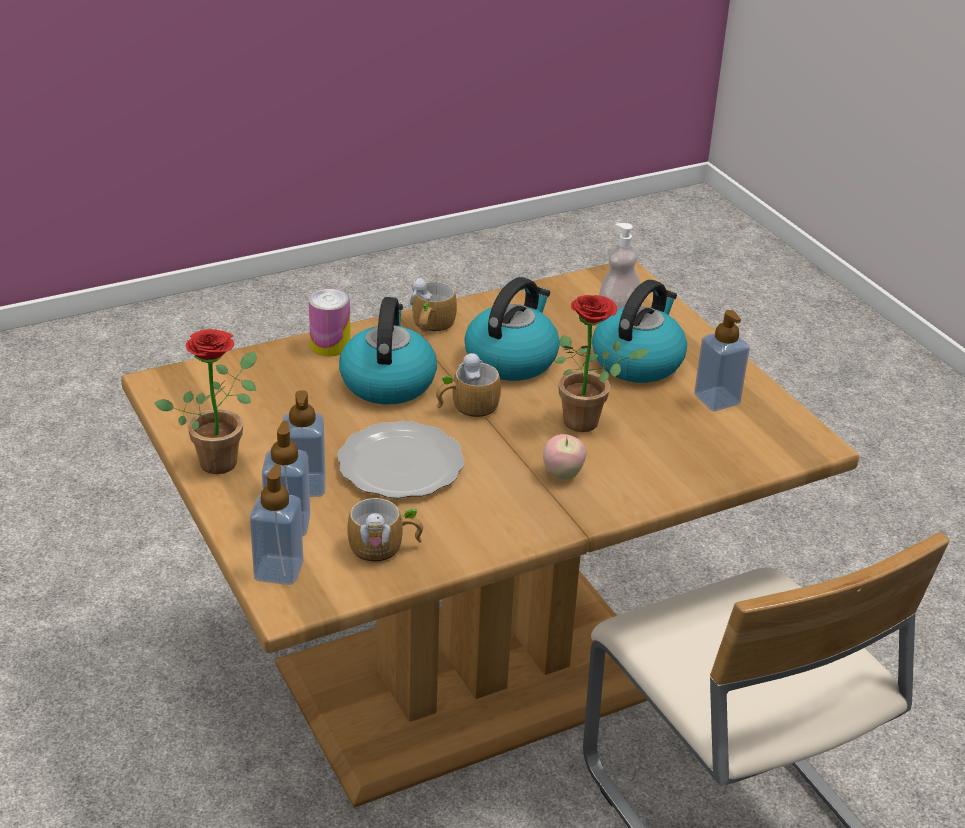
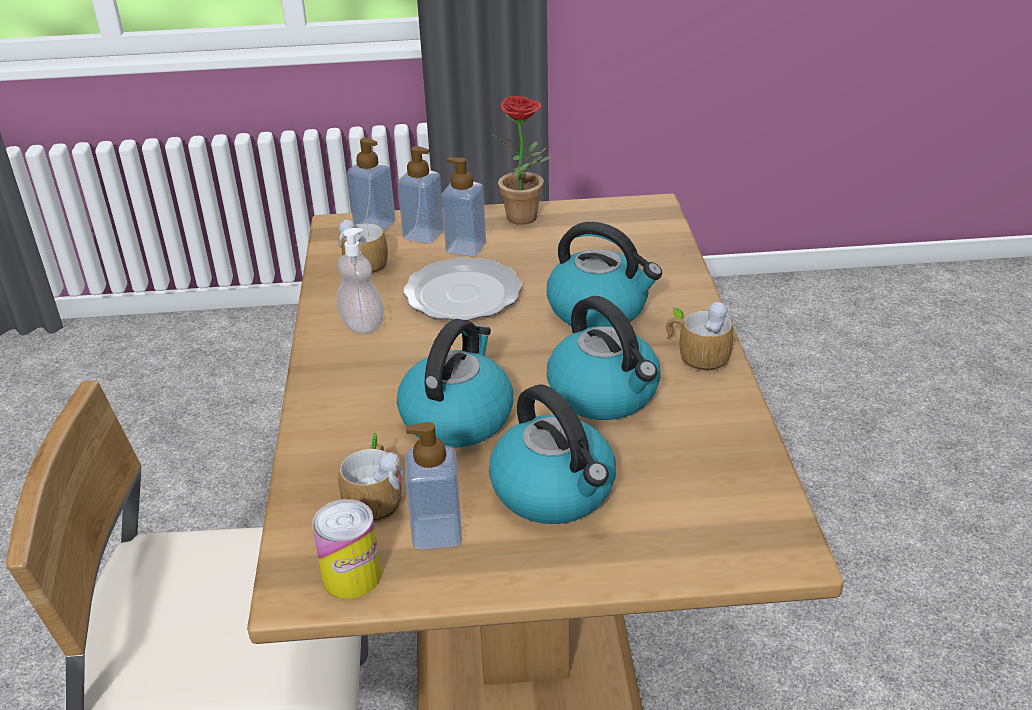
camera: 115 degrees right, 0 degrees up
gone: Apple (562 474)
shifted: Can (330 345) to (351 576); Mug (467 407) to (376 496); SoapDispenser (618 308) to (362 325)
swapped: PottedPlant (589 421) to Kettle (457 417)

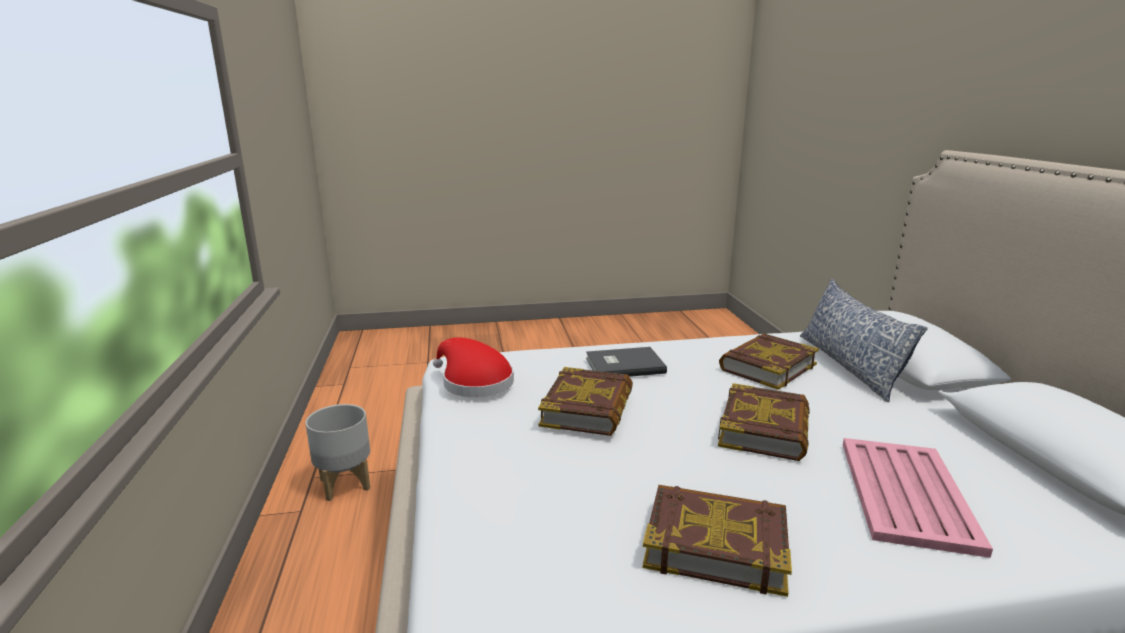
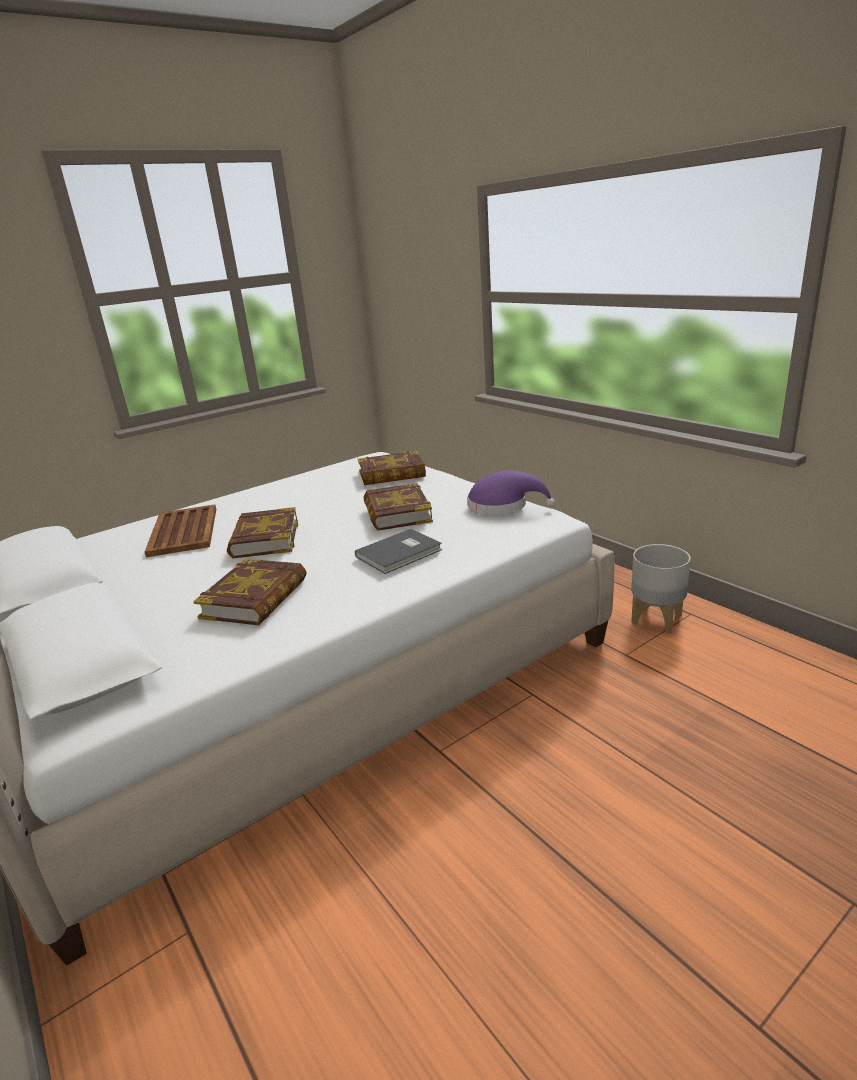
camera: 155 degrees right, 5 degrees up
gone: Pillow (849 365)
shifted: Book (715 545) to (392 474)
repainted: RedHat (473 382) to PurpleHat (502 505); PinkTray (906 494) to BrownTray (184 531)

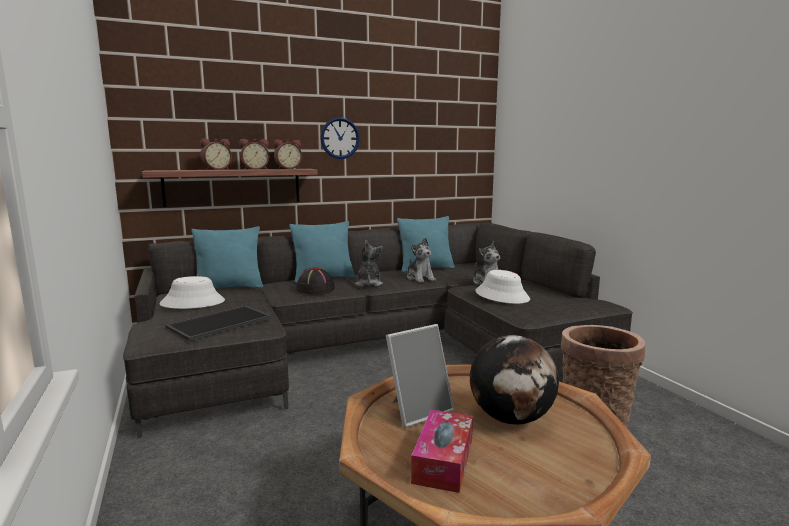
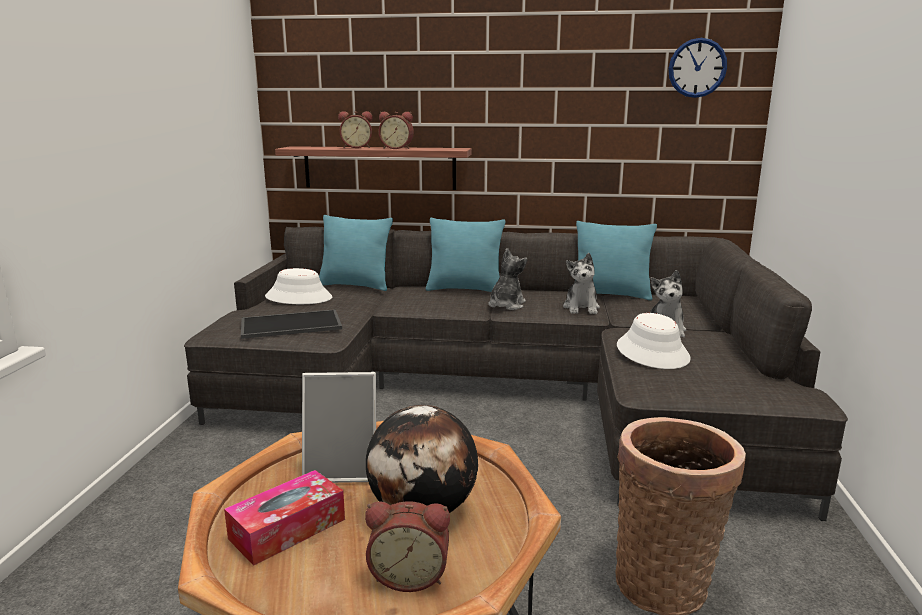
camera: 30 degrees right, 5 degrees up
gone: BlackHat (315 289)
shifted: AlarmClock (288 168) to (410 575); WallClock (340 138) to (697 68)

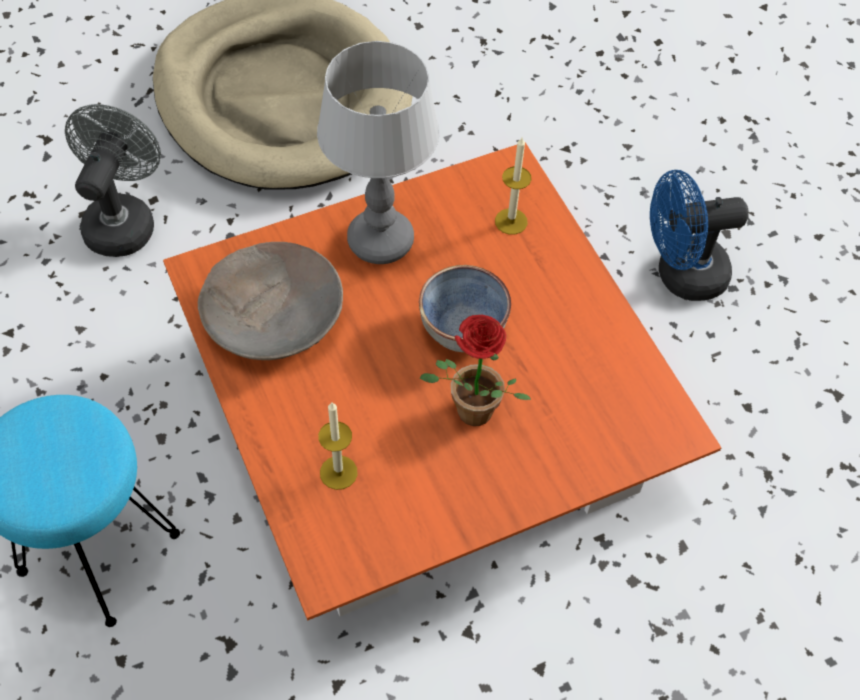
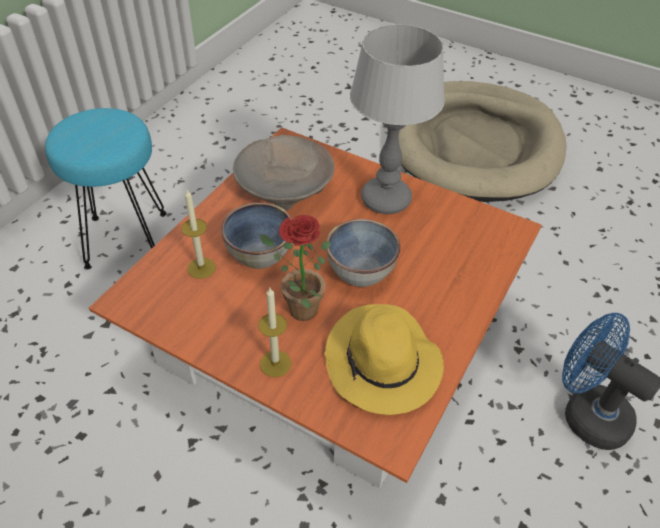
camera: 55 degrees right, 10 degrees down
gone: GreyFan (123 220)
new: Bowl (260 253); YellowHat (383 364)
shifted: Candle (511 221) to (275 363)

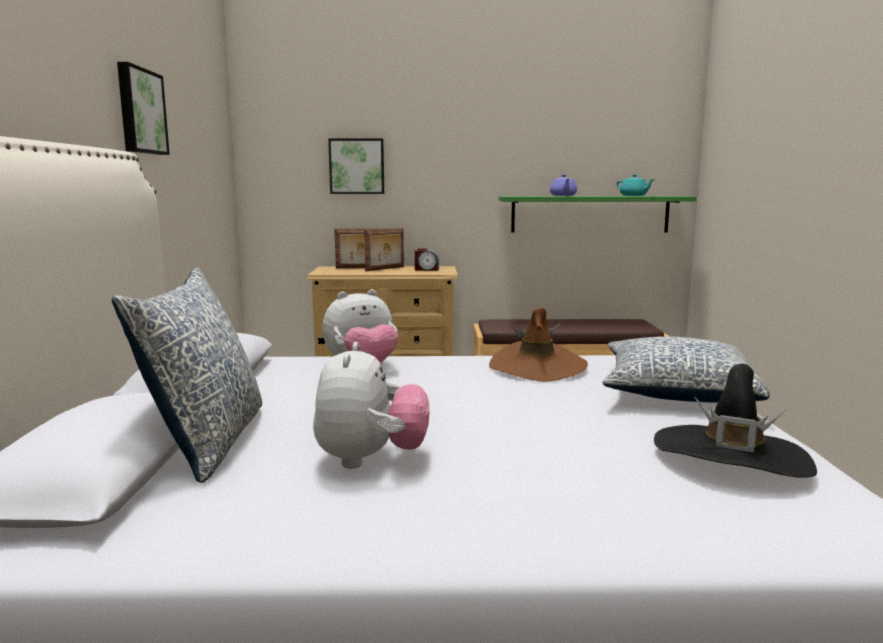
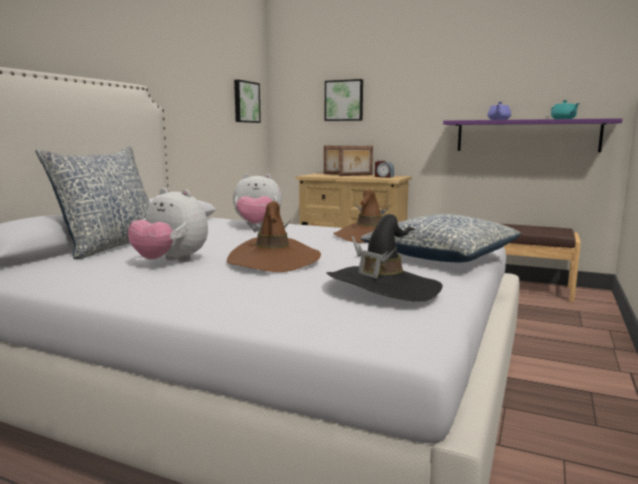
camera: 25 degrees right, 0 degrees up
new: BrownHat (274 260)
shifted: Picture (140 111) to (245 102)
repainted: GreenShelf (590 214) to PurpleShelf (526 135)
rotated: PlushToy (370 459) = (171 262) 90 degrees clockwise

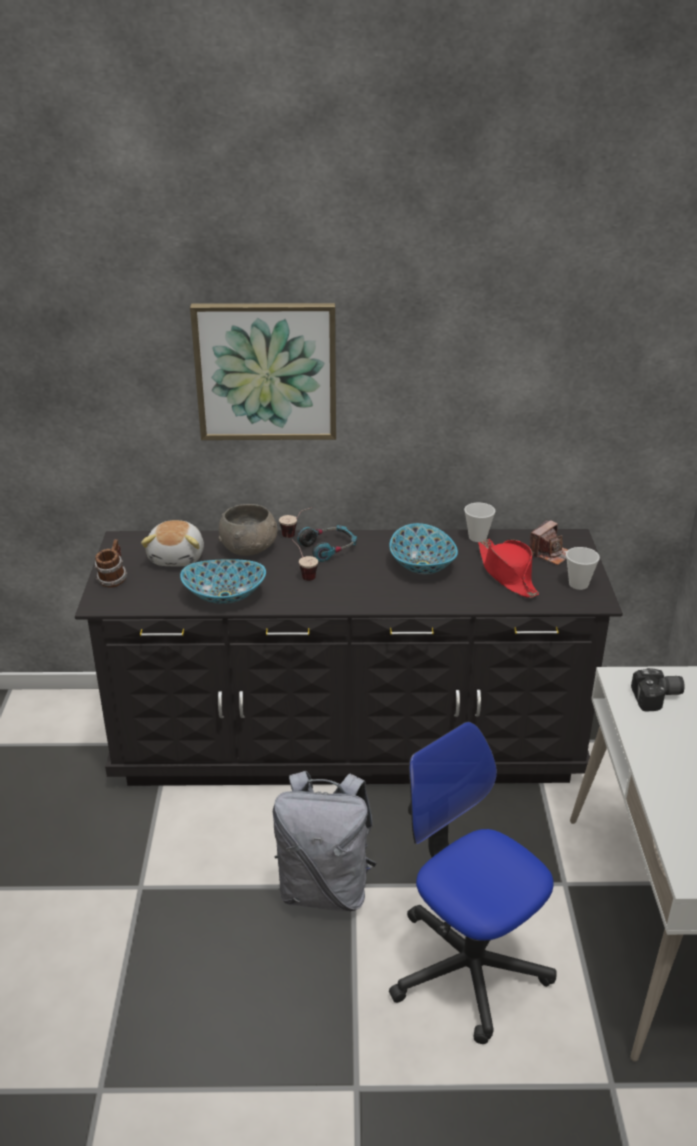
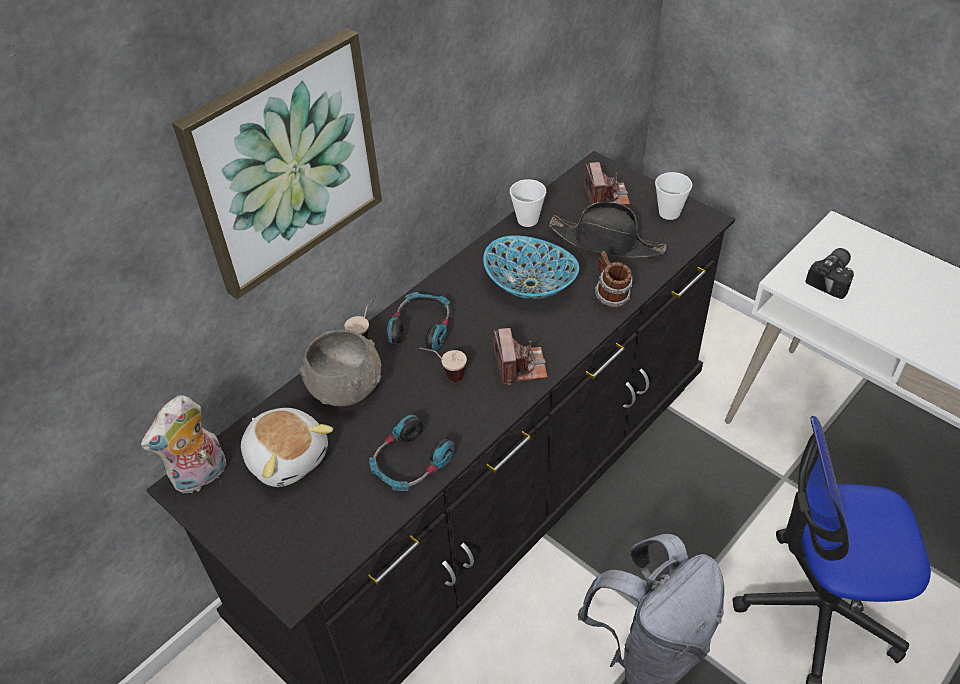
camera: 45 degrees left, 15 degrees up
new: PlushToy (200 477); PhotoCamera (520 366)
shifted: Mug (113 579) to (610 296)
swapped: Bowl (224 595) to Headphones (410 463)
repainted: RedHat (507 574) to BlackHat (607 242)

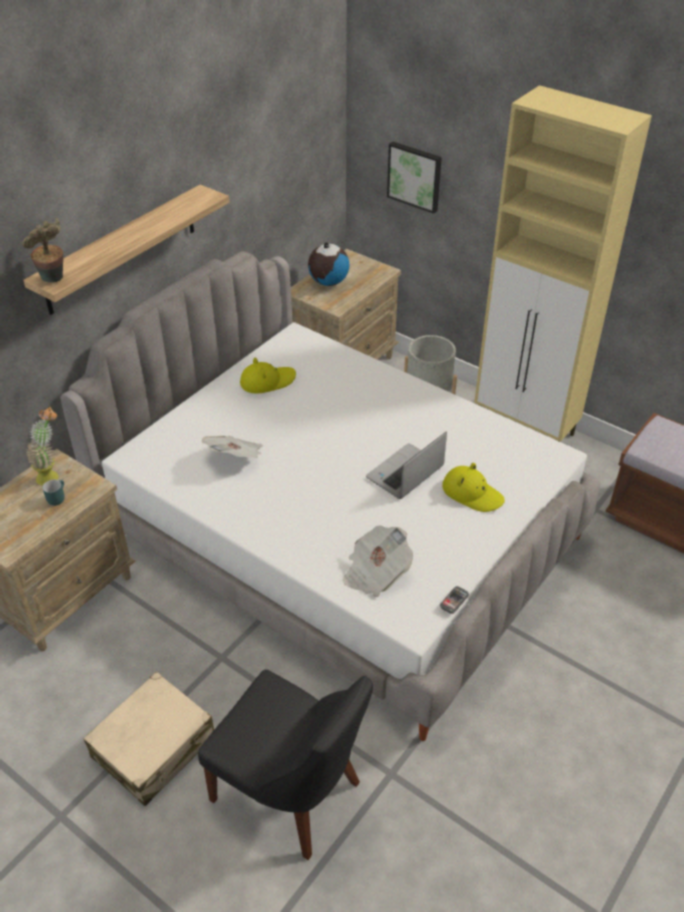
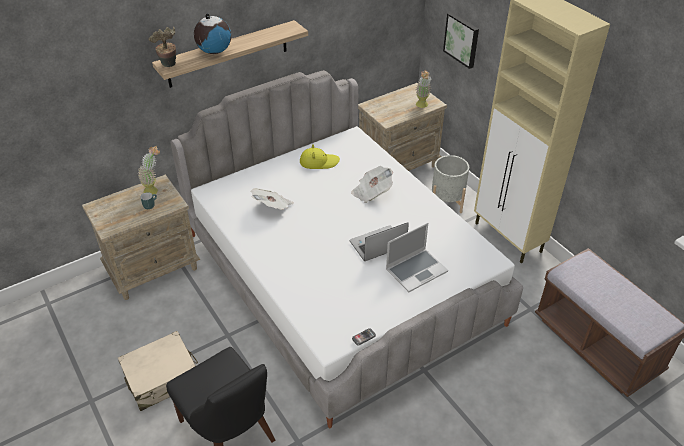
camera: 20 degrees right, 0 degrees up
new: PottedPlant (422 106)
shifted: Globe (328 282) to (214 51); Newspaper (375 573) to (371 192)
swapped: YellowHat (472 493) to Laptop (416 270)

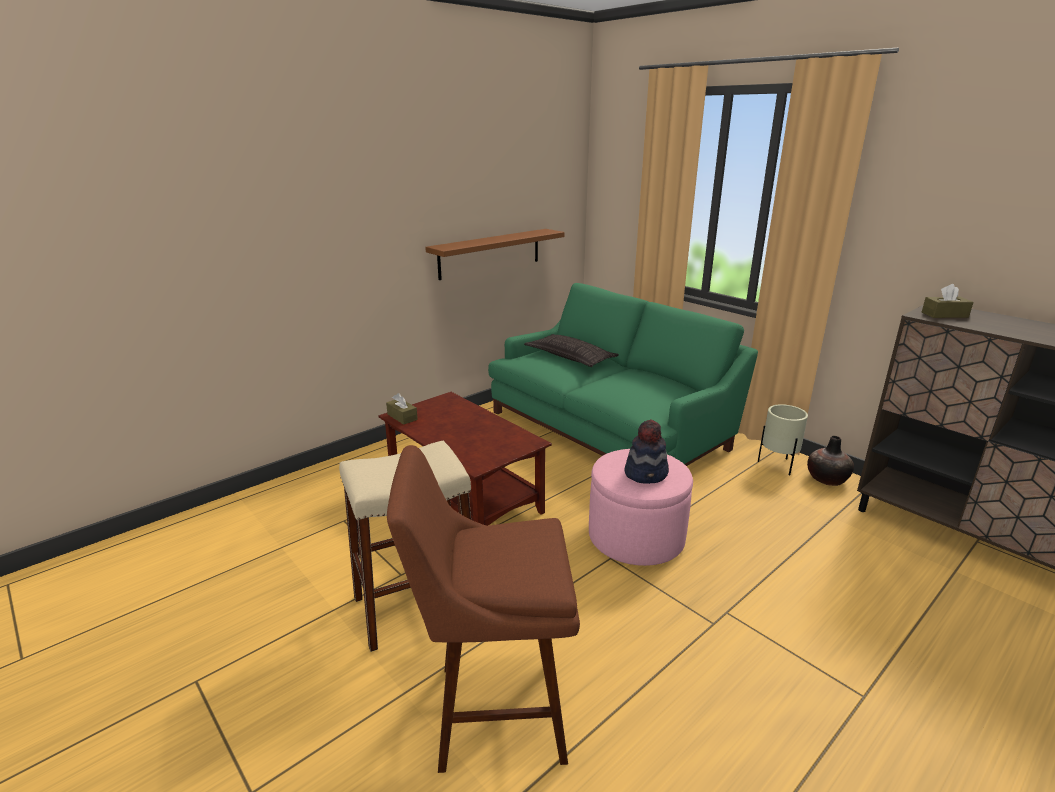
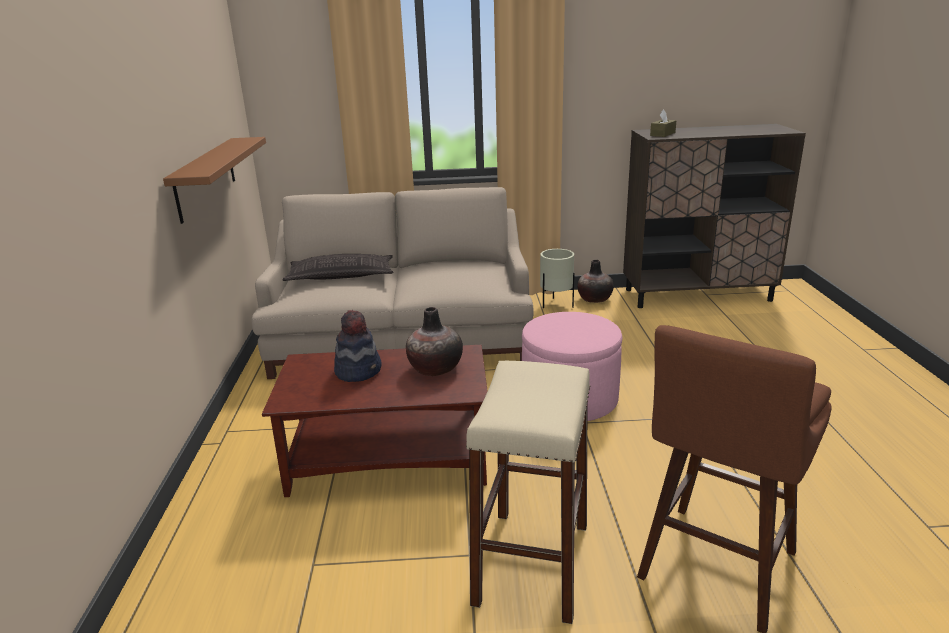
camera: 50 degrees left, 0 degrees up
gone: BrownTissueBox (402 417)
new: Vase (435 368)
shifted: Hat (646 473) to (359 370)
repainted: GreenSofa (610 428) to BeigeSofa (402 338)

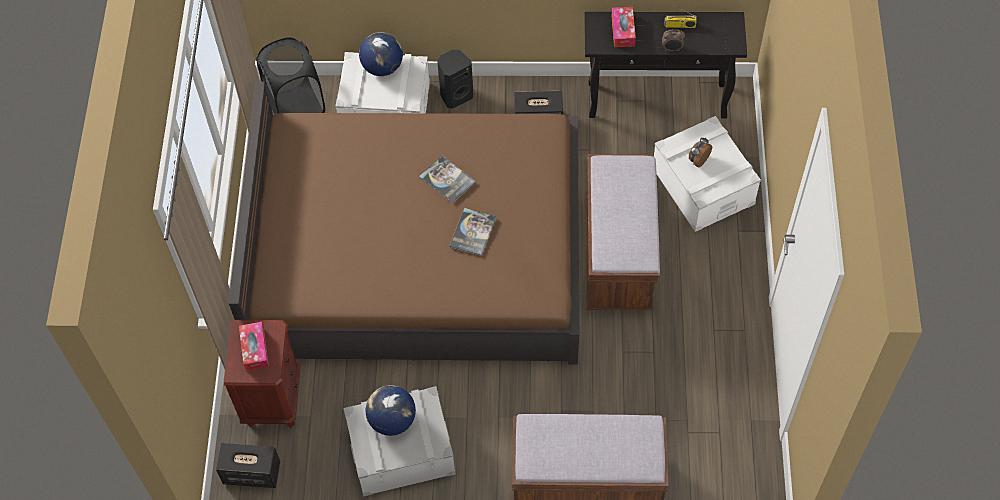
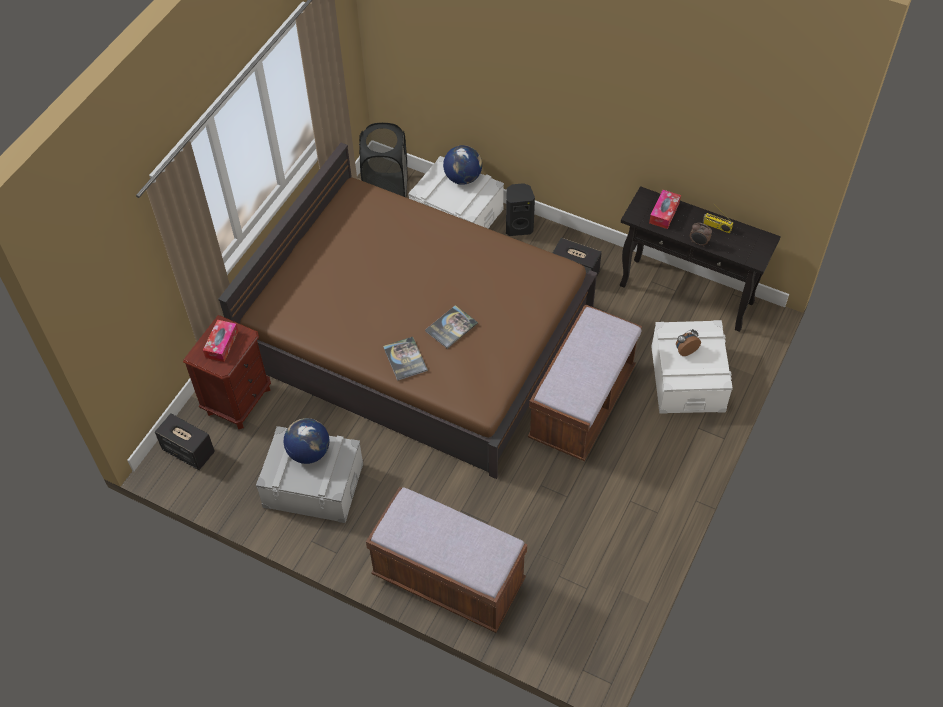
camera: 25 degrees right, 5 degrees down
shifted: Book (447 180) to (405 359)

